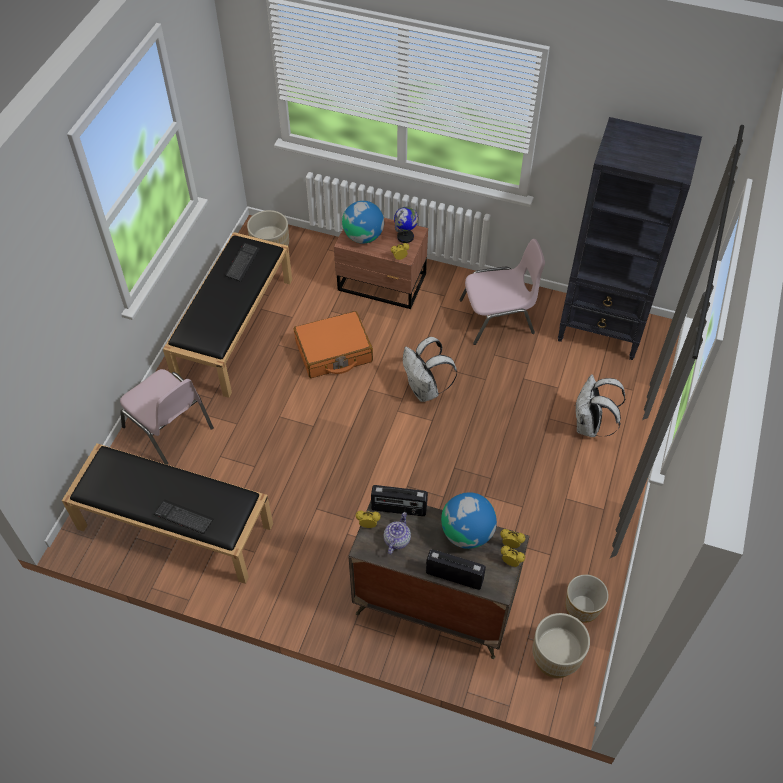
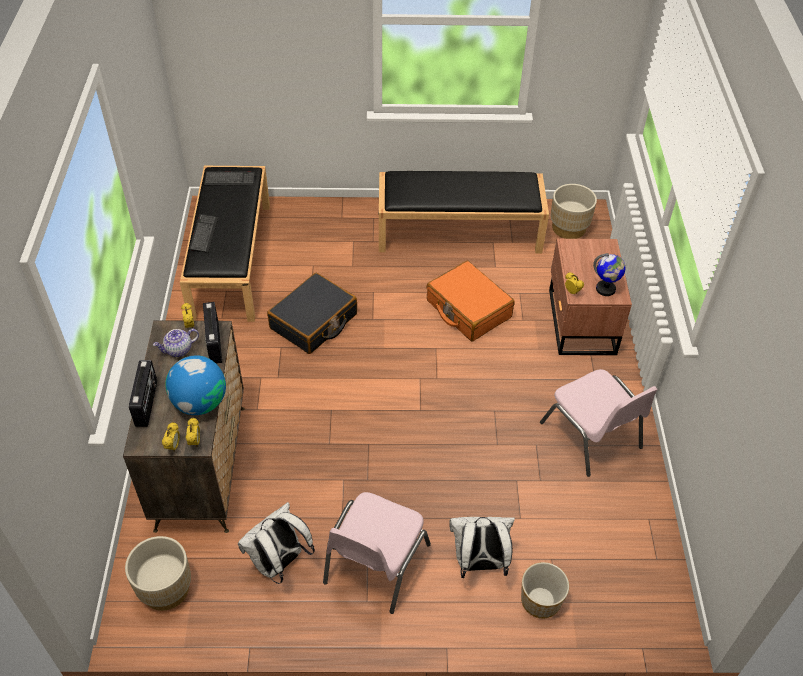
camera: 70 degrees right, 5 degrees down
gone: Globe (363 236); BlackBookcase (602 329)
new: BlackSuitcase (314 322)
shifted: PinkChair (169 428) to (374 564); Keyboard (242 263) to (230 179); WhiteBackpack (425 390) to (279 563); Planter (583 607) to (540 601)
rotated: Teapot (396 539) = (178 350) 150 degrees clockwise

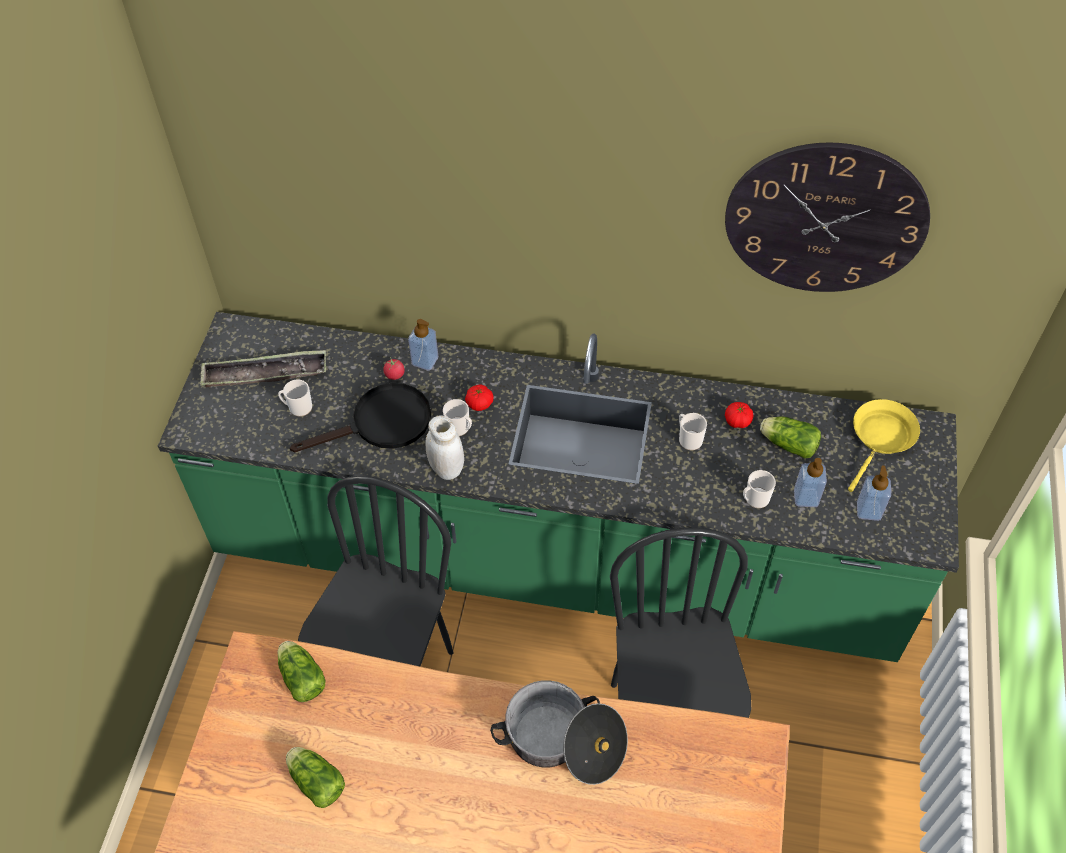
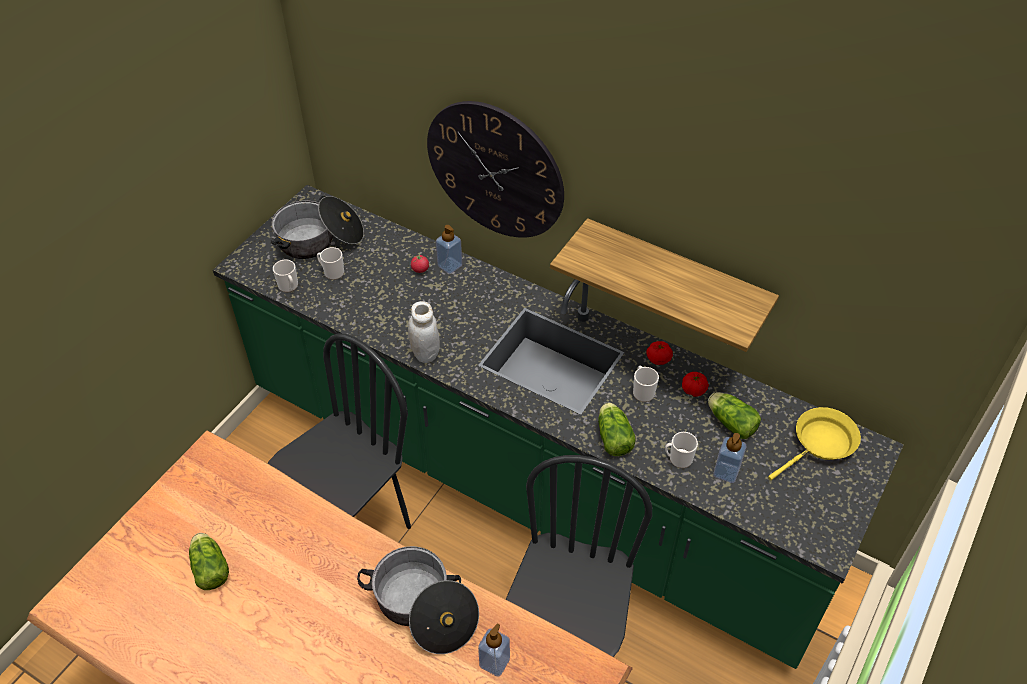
camera: 20 degrees right, 5 degrees down
gone: BlackFryingPan (381 424)
new: Shelf (676 278)
shifted: Lettuce (301 676) to (613 436); Mug (460 428) to (289 287); Tomato (479 403) to (658 359); WallClock (825 219) to (495 170); SoapDispenser (868 510) to (494 662)
swapped: Tray (265 374) to CookingPot (319 240)

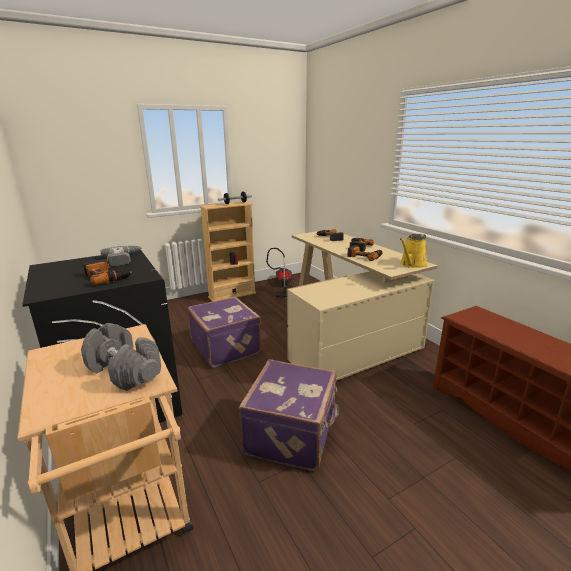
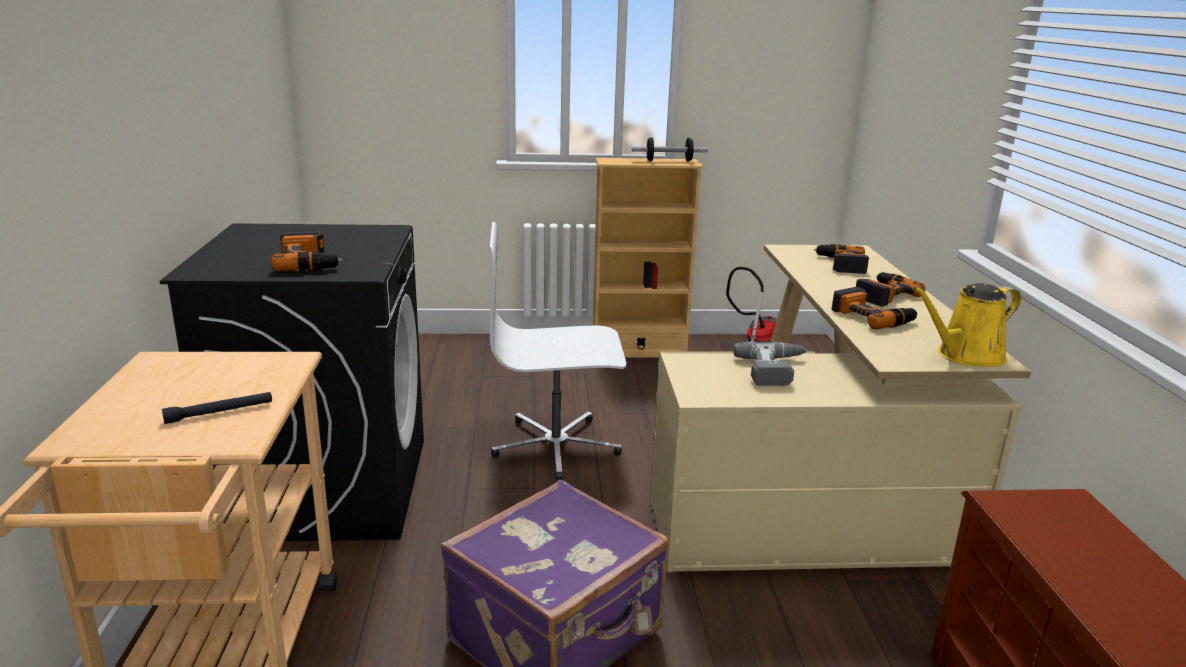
camera: 25 degrees right, 0 degrees up
shifted: PowerDrill (124 259) to (776 370)
swapped: GreyDumbbell (125 371) to BlackFlashlight (219 413); PurpleSuitcase (226 347) to WhiteOfficeChair (556 446)

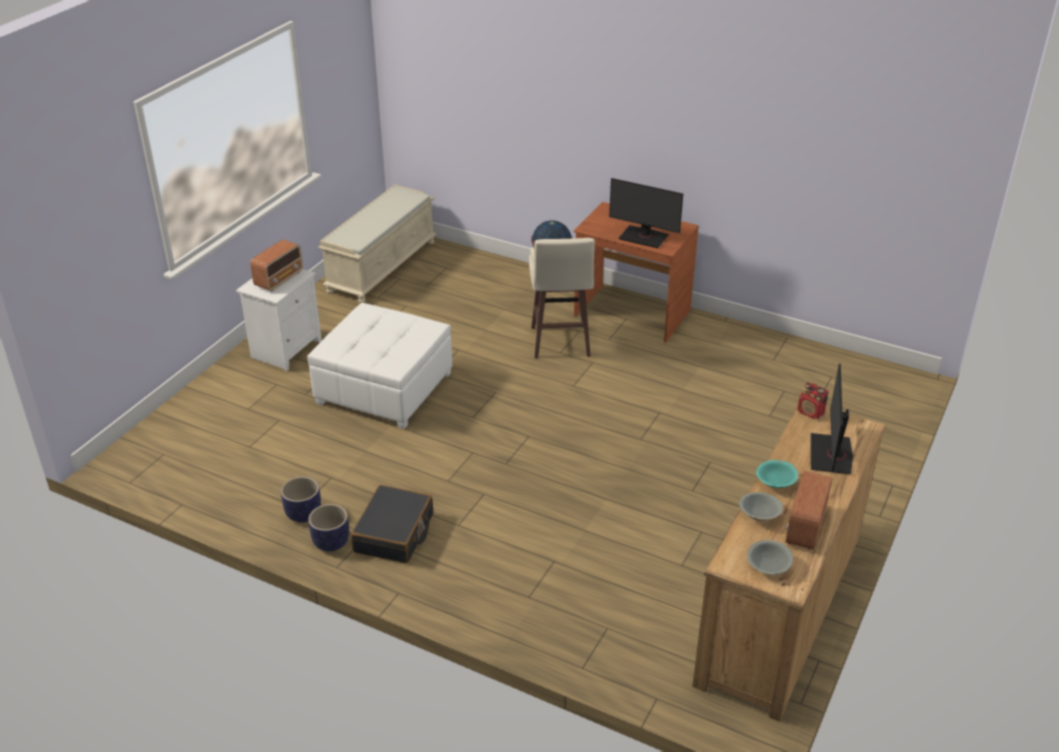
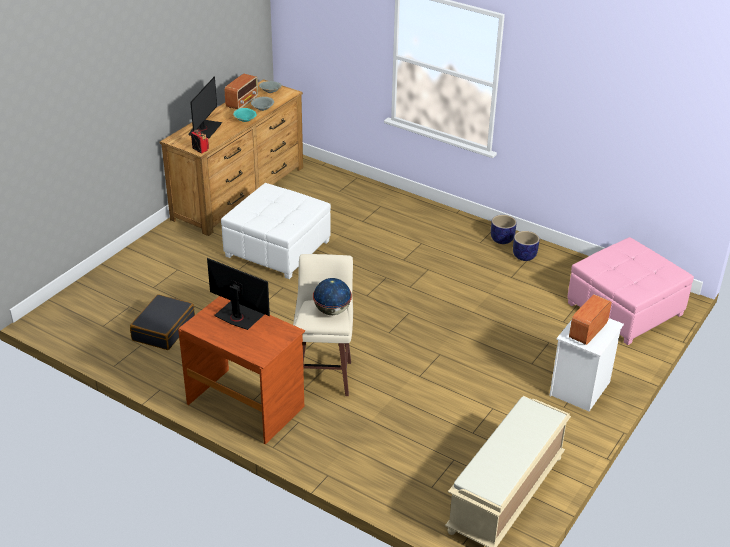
camera: 175 degrees left, 0 degrees up
new: PinkOttoman (625 309)
shifted: WhiteOttoman (384 387) to (278 249); BlackSuitcase (394 533) to (163 329)

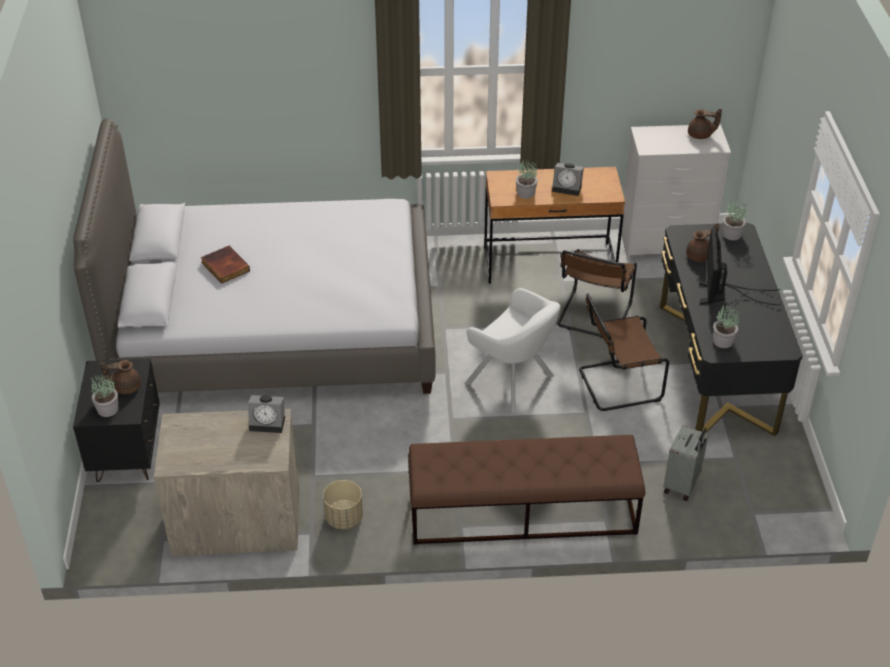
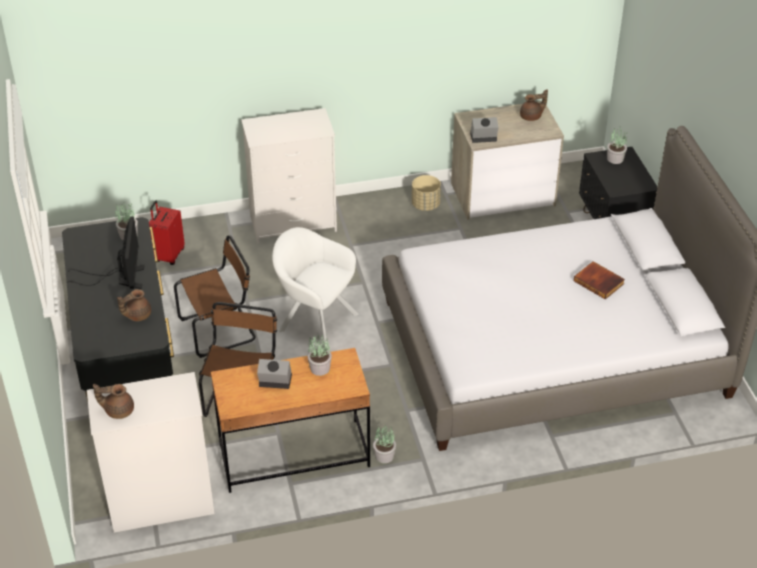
camera: 170 degrees right, 0 degrees up
shifted: BrownTeapot (125 386) to (531 116); PottedPlant (731 234) to (384 456)
swapped: BrownBench (521 512) to WhiteDresser (294 223)
repainted: GreySuitcase (682 485) to RedSuitcase (168 255)

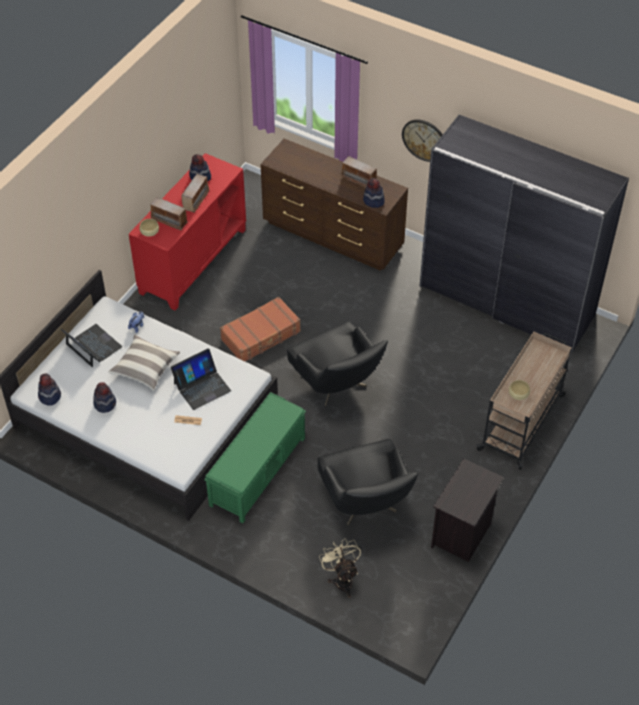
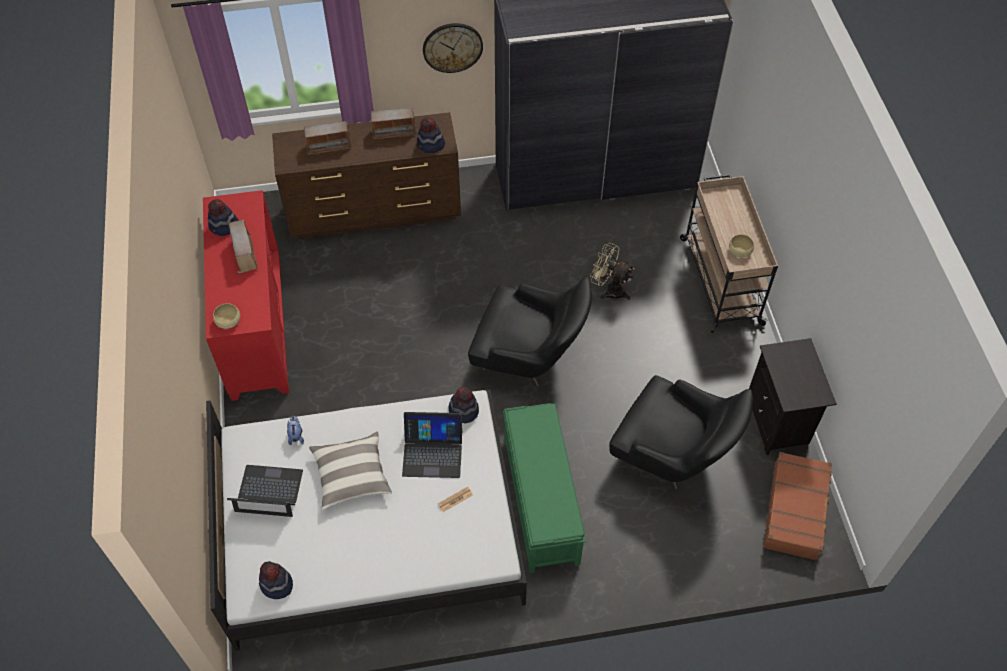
camera: 40 degrees left, 5 degrees up
shifted: Hat (105 403) to (463 411); Radio (169 220) to (329 146); BrownSuitcase (261 336) to (796 510); BeigeFan (342 579) to (609 289)
rotated: Laptop (202 386) = (432 453) 75 degrees clockwise

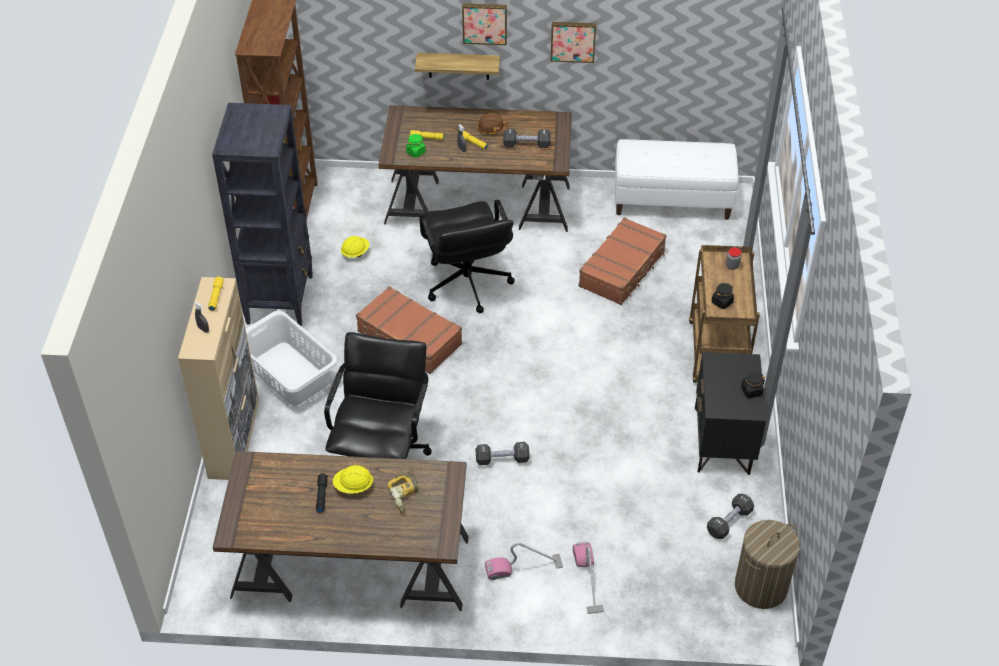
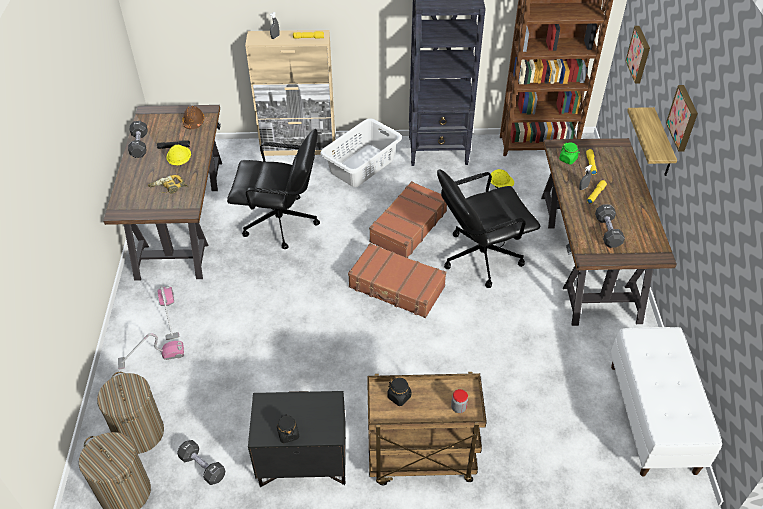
camera: 85 degrees right, 0 degrees up
new: LaundryBasket (140 433)
shifted: BlackDumbbell (502 459) to (139 145); BrownHardHat (492 129) to (193 122); Picture (573 40) to (639 54); BrownSuitcase (622 269) to (396 288)

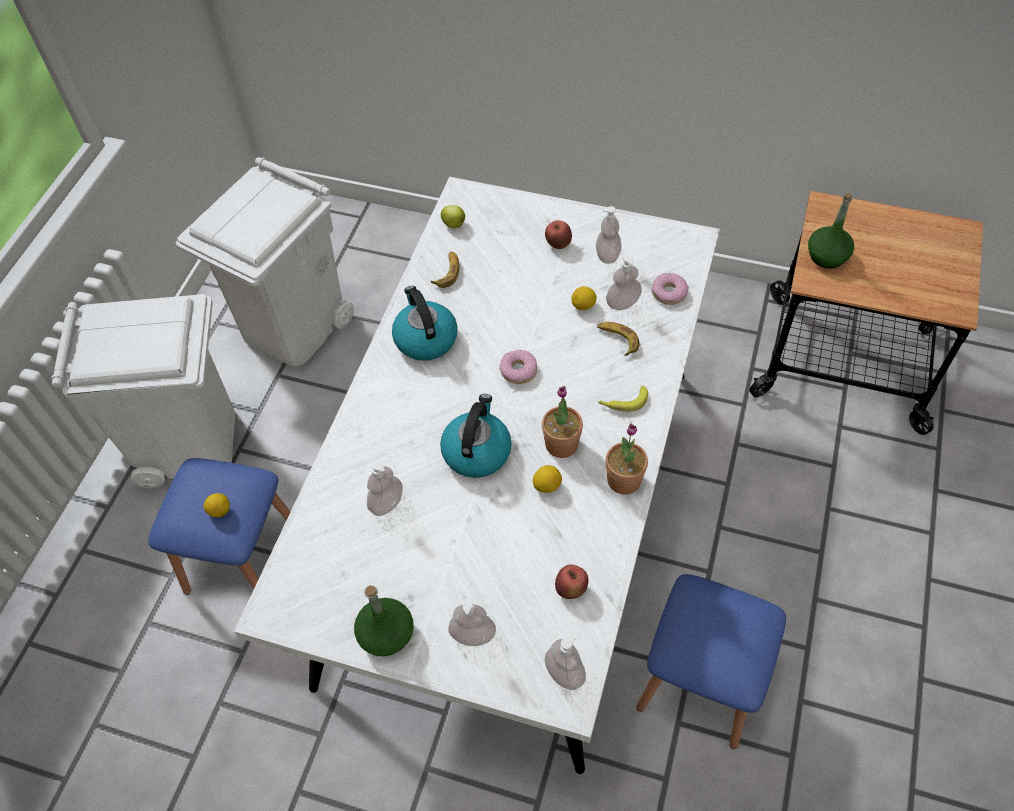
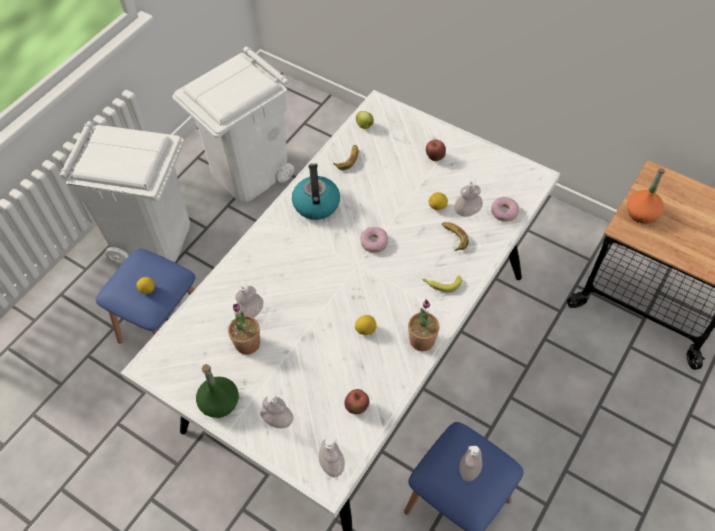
camera: 15 degrees right, 0 degrees up
gone: Kettle (477 451)
shifted: PottedPlant (561 444) to (247 343); SoapDispenser (607 255) to (469 469)
repainted: GreenBottle (826 256) to OrangeBottle (641 213)

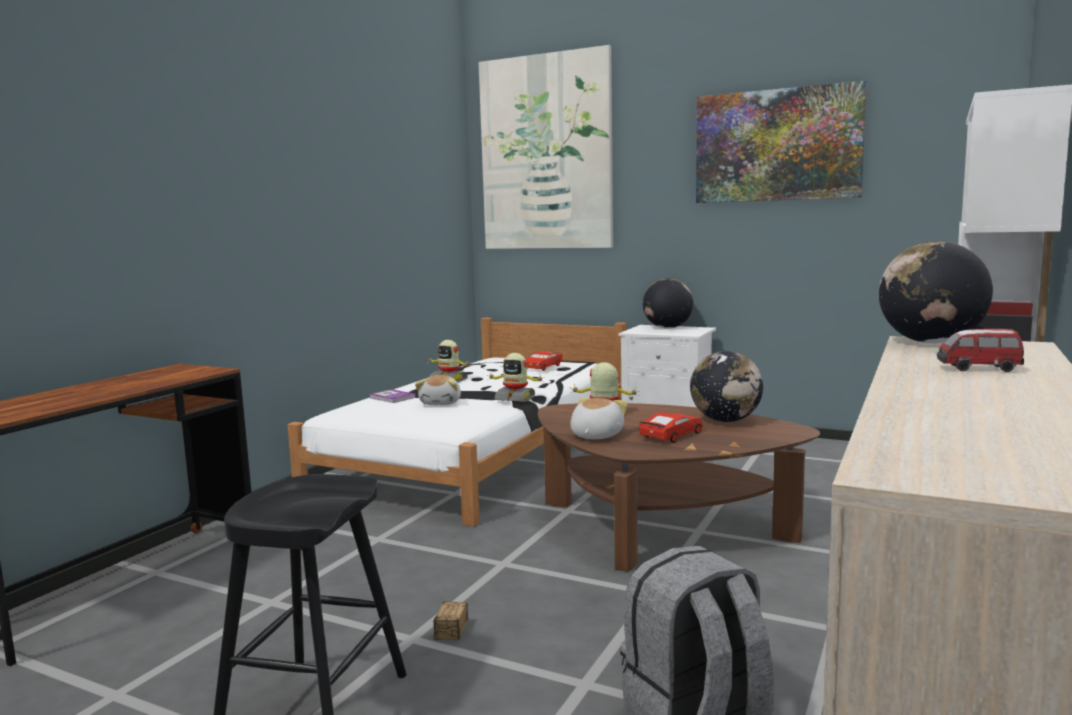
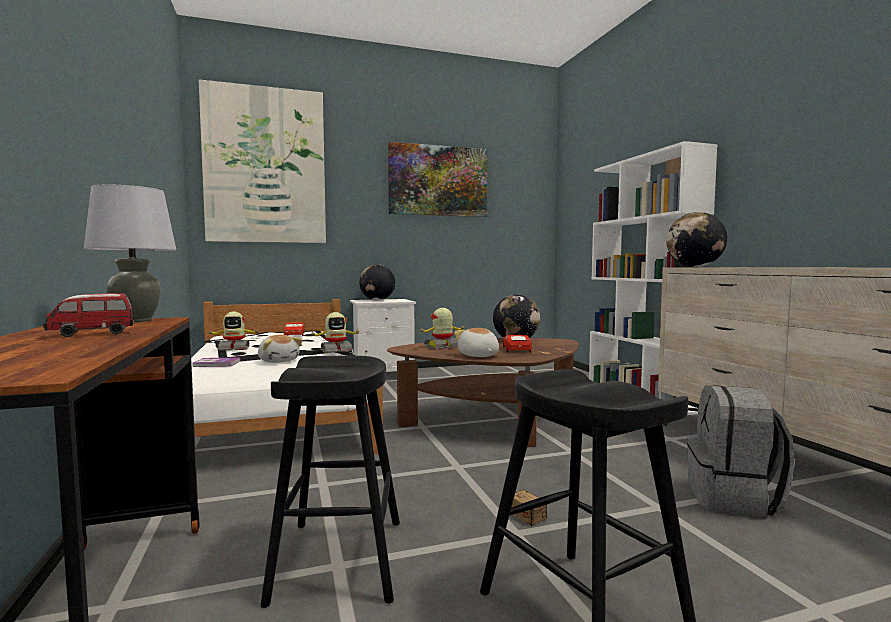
camera: 45 degrees left, 5 degrees down
new: GreyTableLamp (135 320); BlackStool (339 559)
shifted: ToyCar (978 369) to (91 334)

